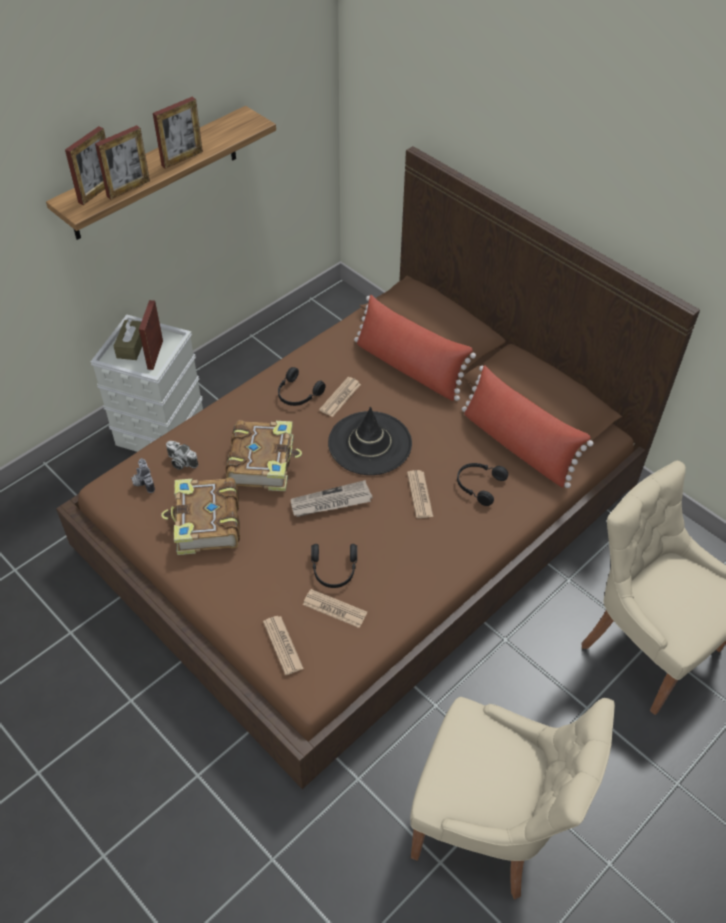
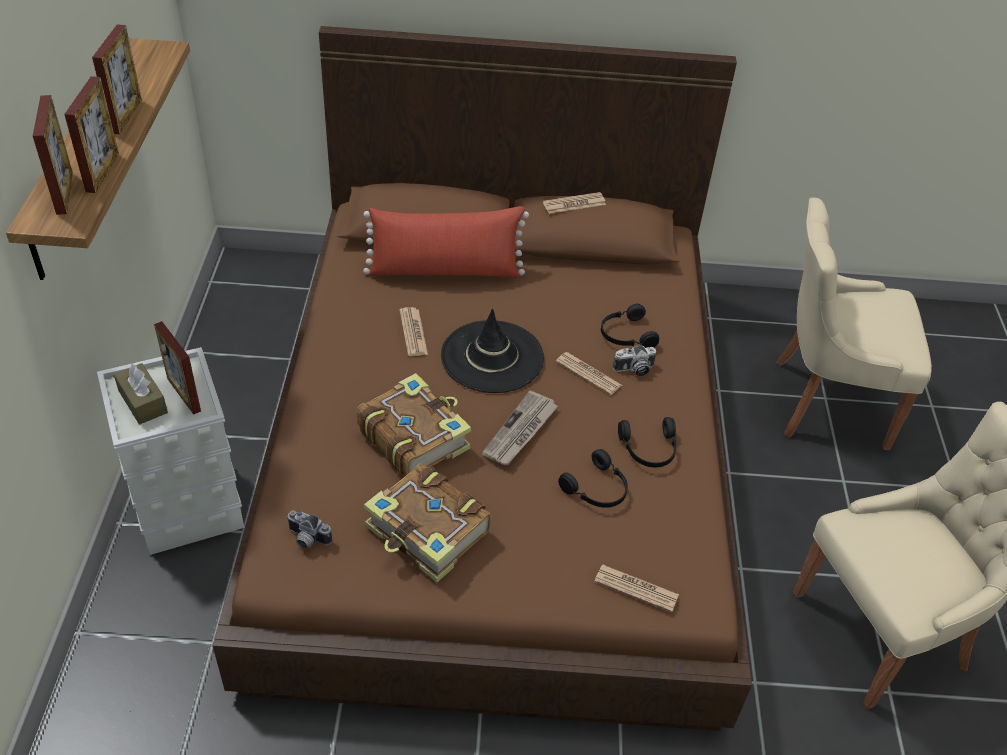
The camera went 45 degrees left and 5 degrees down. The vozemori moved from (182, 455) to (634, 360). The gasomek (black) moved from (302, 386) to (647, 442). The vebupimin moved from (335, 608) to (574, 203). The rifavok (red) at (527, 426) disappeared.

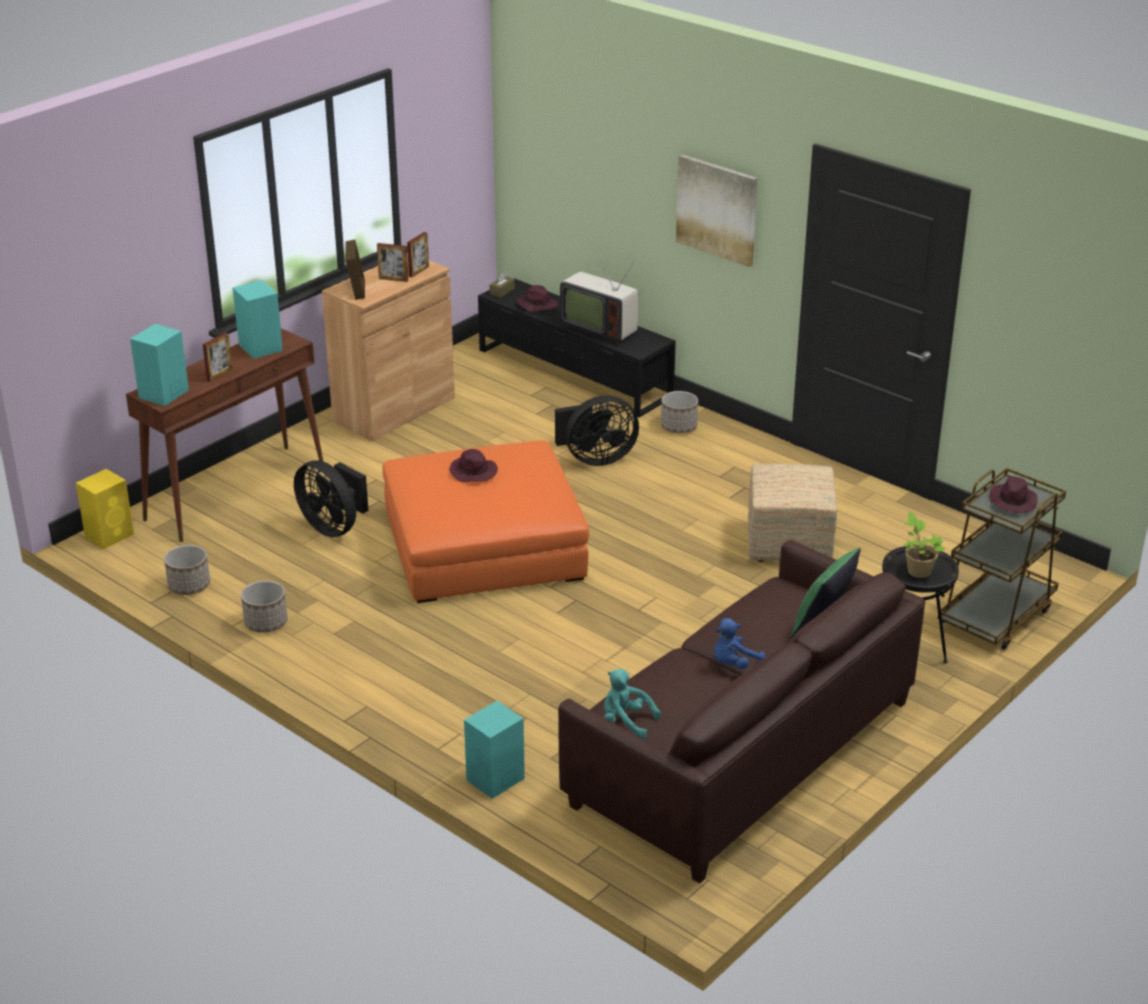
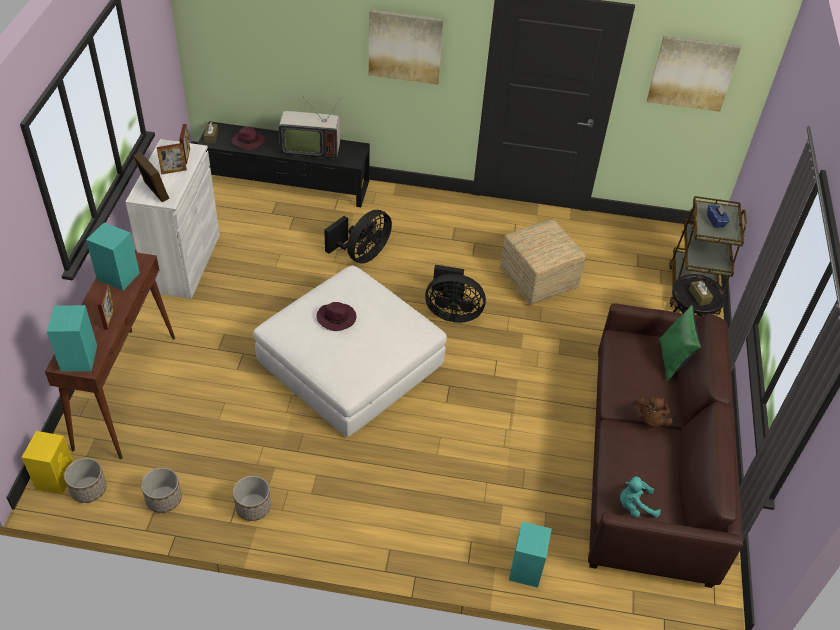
The camera went 35 degrees left and 15 degrees up. The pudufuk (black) moved from (331, 498) to (455, 294). The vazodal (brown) at (388, 347) became the vazodal (white) at (172, 219). The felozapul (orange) at (485, 521) became the felozapul (white) at (350, 351). The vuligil moved from (679, 412) to (85, 480). The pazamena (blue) at (740, 643) became the pazamena (brown) at (655, 412). The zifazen at (924, 545) was replaced by the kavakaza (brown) at (701, 293). The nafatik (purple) at (1013, 494) was replaced by the kavakaza (blue) at (718, 216). The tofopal at (694, 74) appeared.

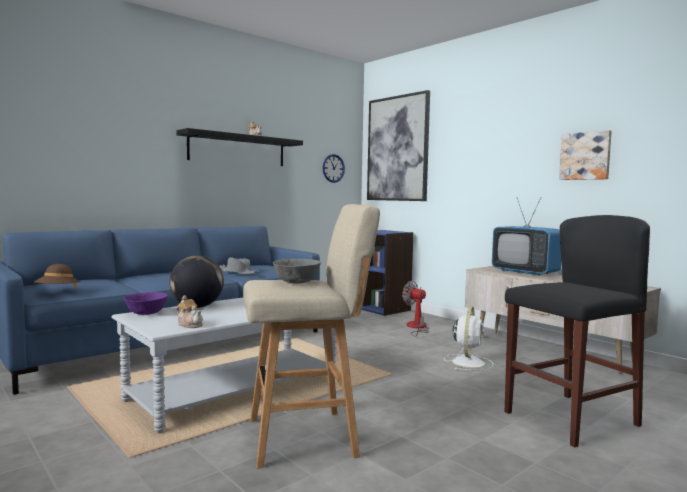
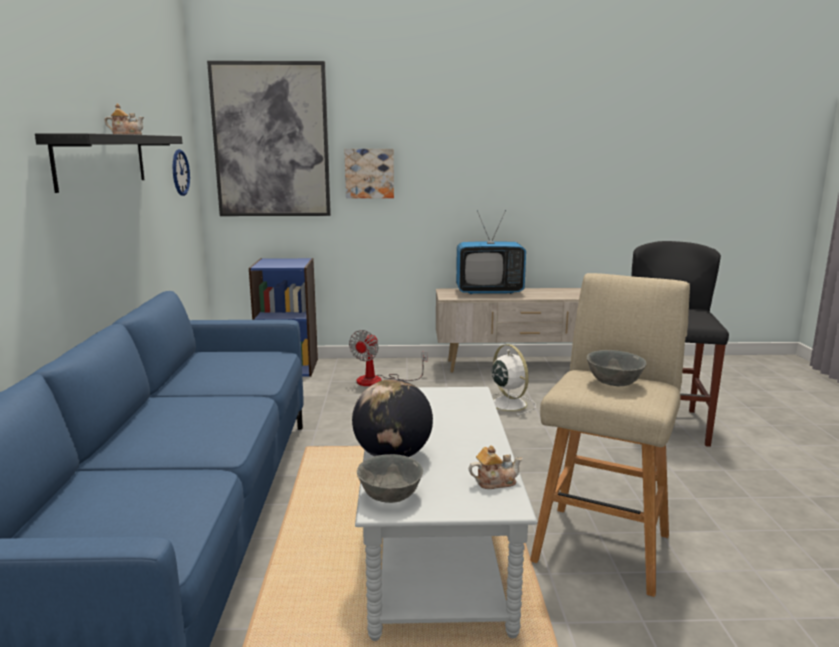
The camera went 50 degrees left and 10 degrees up. The nafatik (brown) at (57, 276) disappeared. The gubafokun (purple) at (146, 303) became the gubafokun (grey) at (390, 478). The nafatik (grey) at (239, 265) disappeared. The pudufuk at (415, 308) turned 60 degrees counterclockwise. The tofopal moved from (585, 155) to (369, 173).

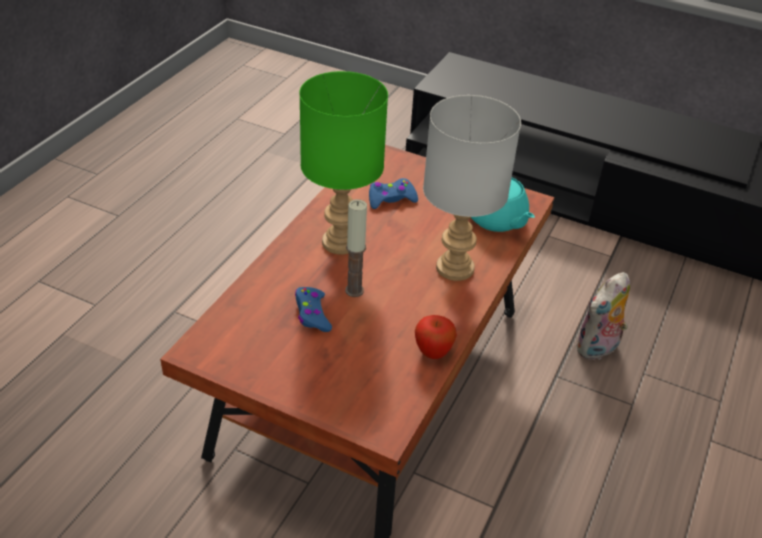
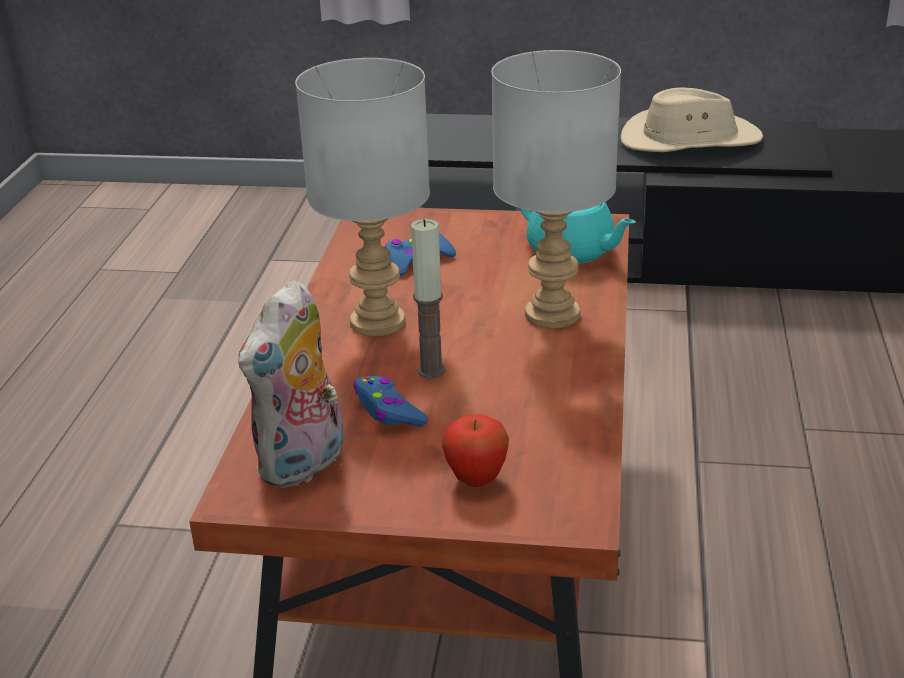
The camera went 15 degrees left and 10 degrees down. The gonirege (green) at (343, 163) became the gonirege (grey) at (362, 197). The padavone moved from (436, 337) to (475, 450). The pazamena moved from (602, 316) to (291, 384). The nafatik (beige) at (692, 119) appeared.

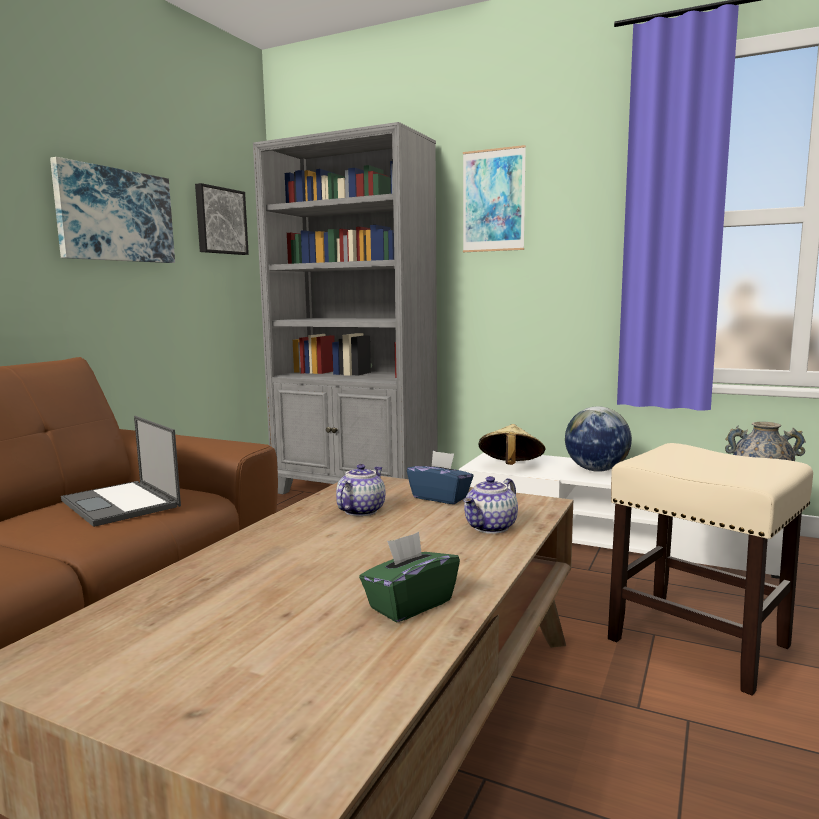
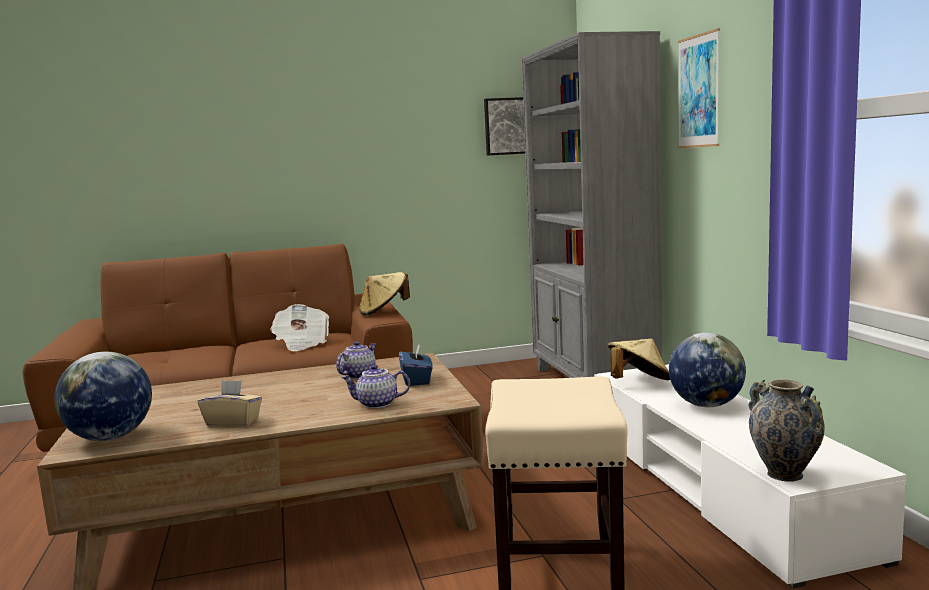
The camera went 50 degrees right and 0 degrees up. The tofopal at (112, 210) disappeared. The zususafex at (121, 471) was replaced by the vebupimin at (299, 327). The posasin at (360, 490) turned 45 degrees counterclockwise. The kavakaza (green) at (409, 577) became the kavakaza (beige) at (230, 403). The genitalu at (103, 396) appeared. The nafatik (beige) at (384, 294) appeared.

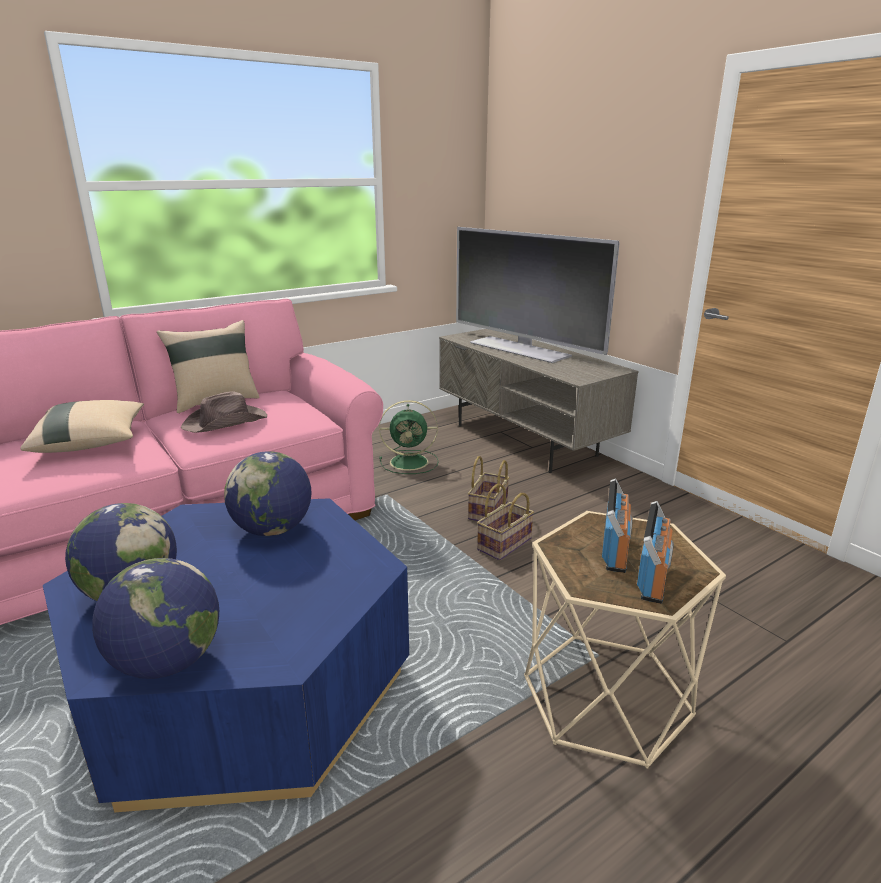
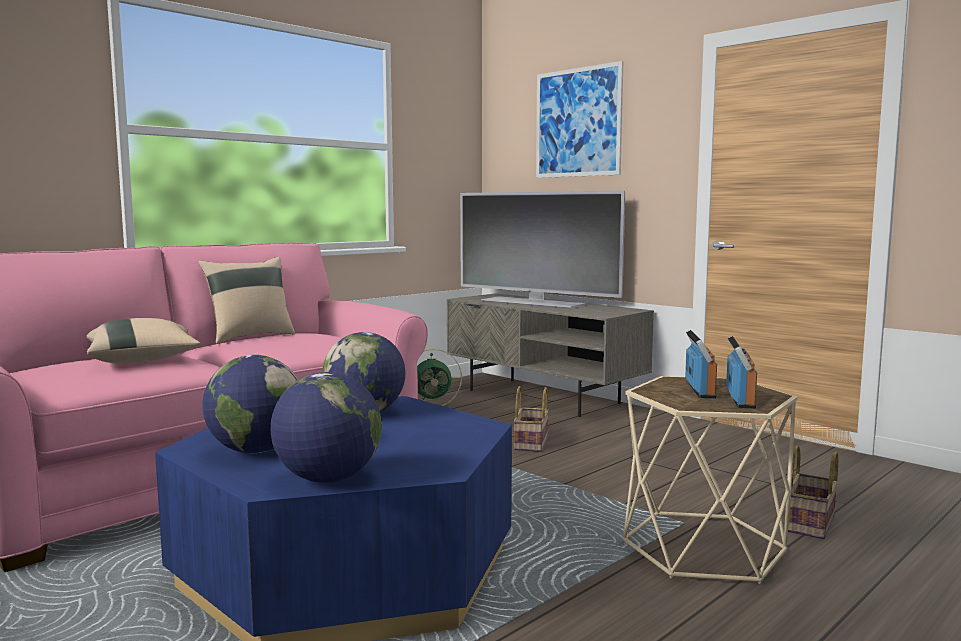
The camera went 10 degrees left and 15 degrees down. The nafatik (brown) at (224, 412) disappeared. The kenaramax moved from (505, 522) to (813, 492). The tofopal at (579, 119) appeared.

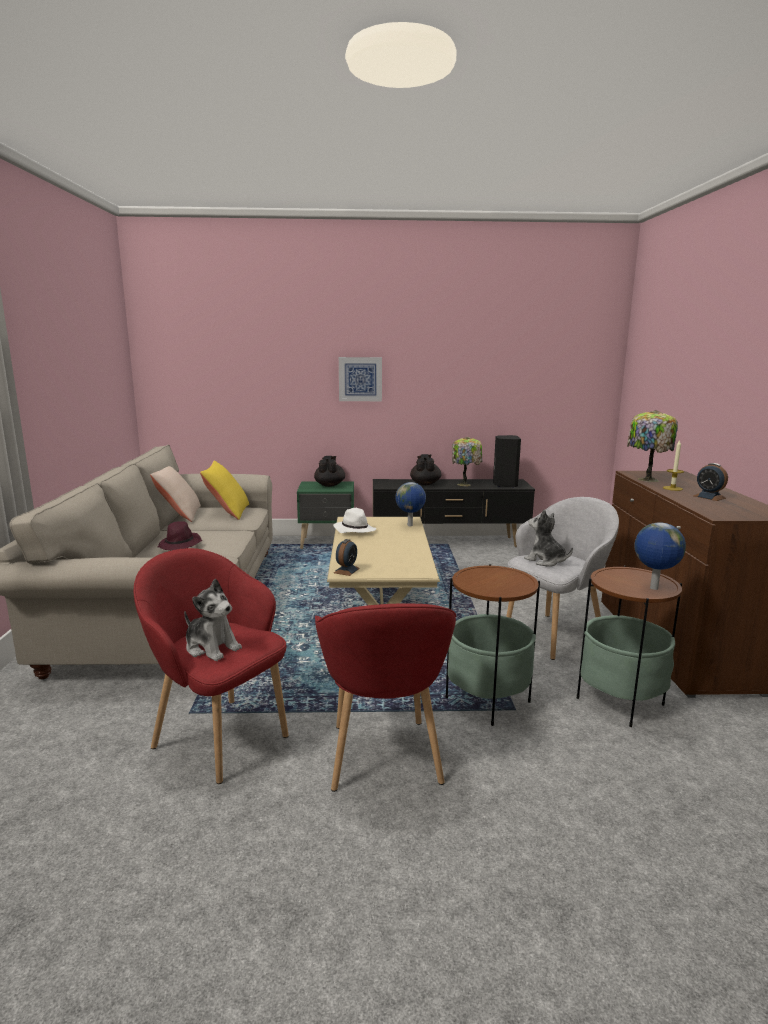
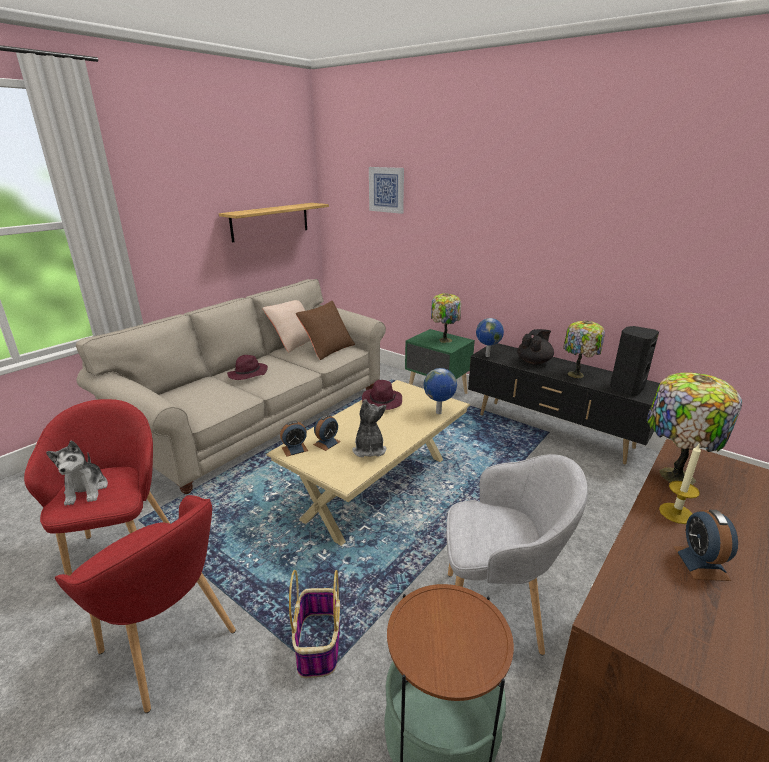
The camera went 40 degrees right and 10 degrees up. The rifavok (yellow) at (224, 490) became the rifavok (brown) at (325, 330). The posasin (black) at (329, 471) was replaced by the gonirege at (446, 318). The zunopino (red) at (385, 698) turned 90 degrees counterclockwise. The nafatik (white) at (354, 520) became the nafatik (purple) at (382, 395). The tofopal moved from (360, 379) to (386, 190). The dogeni at (492, 645) was replaced by the kenaramax at (314, 624). The pazamena moved from (548, 538) to (369, 428). The genitalu moved from (660, 556) to (490, 337). The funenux at (274, 223) appeared. The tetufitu at (327, 433) appeared.

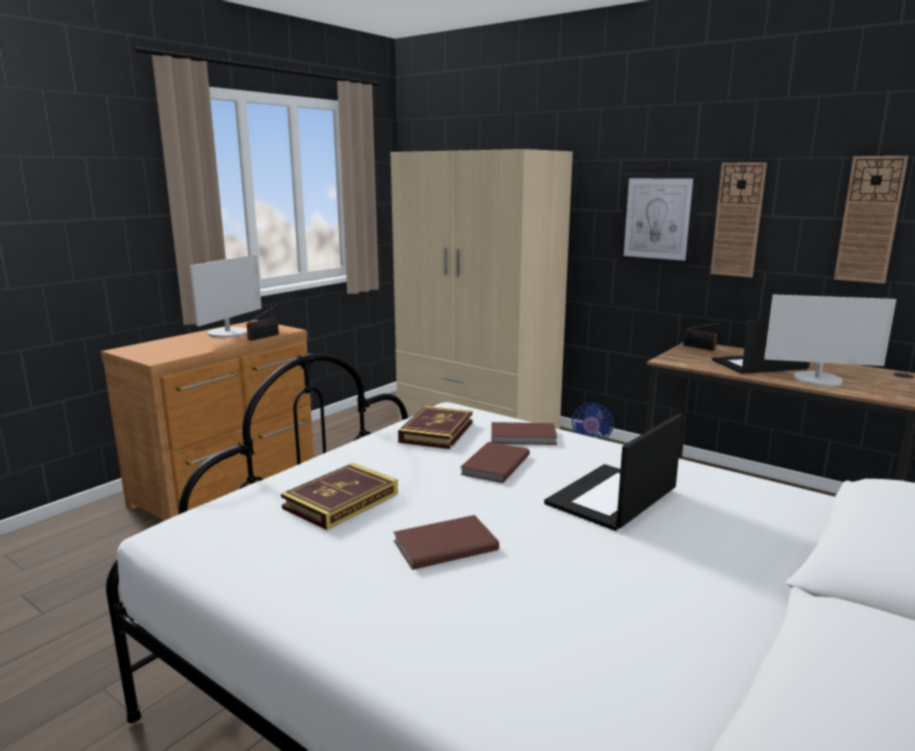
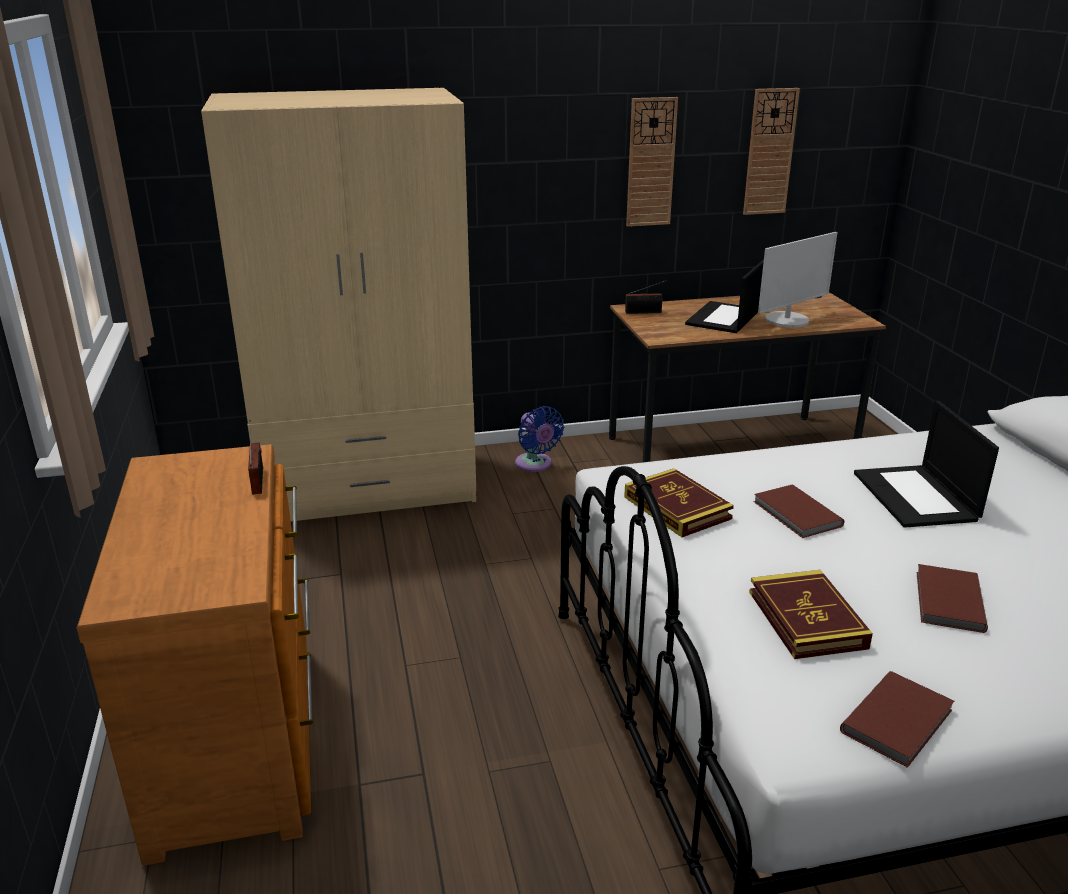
The camera went 50 degrees left and 10 degrees up. The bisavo at (226, 296) disappeared. The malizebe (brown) moved from (524, 433) to (897, 719). The tofopal at (659, 219) disappeared.

